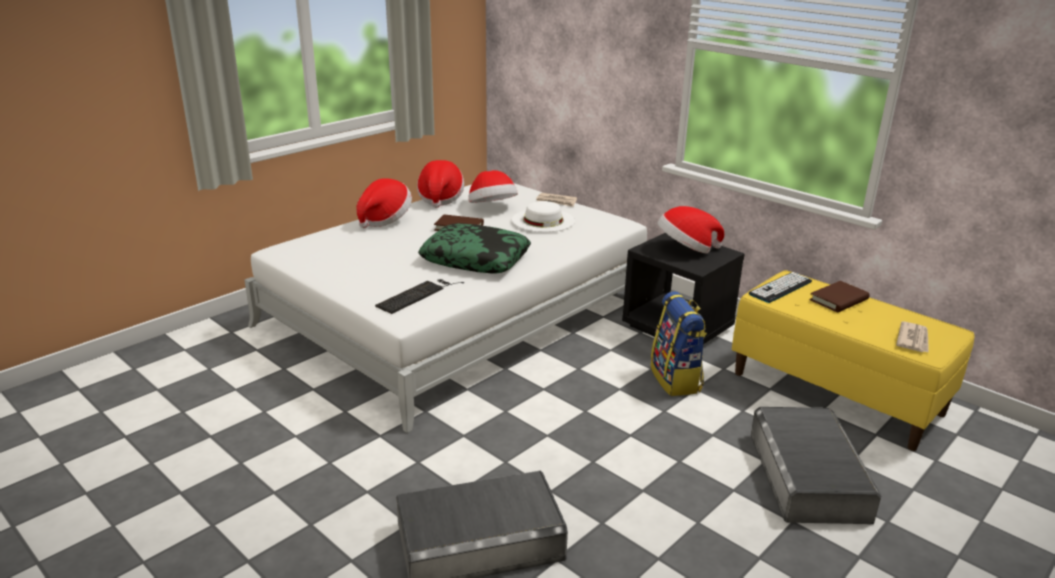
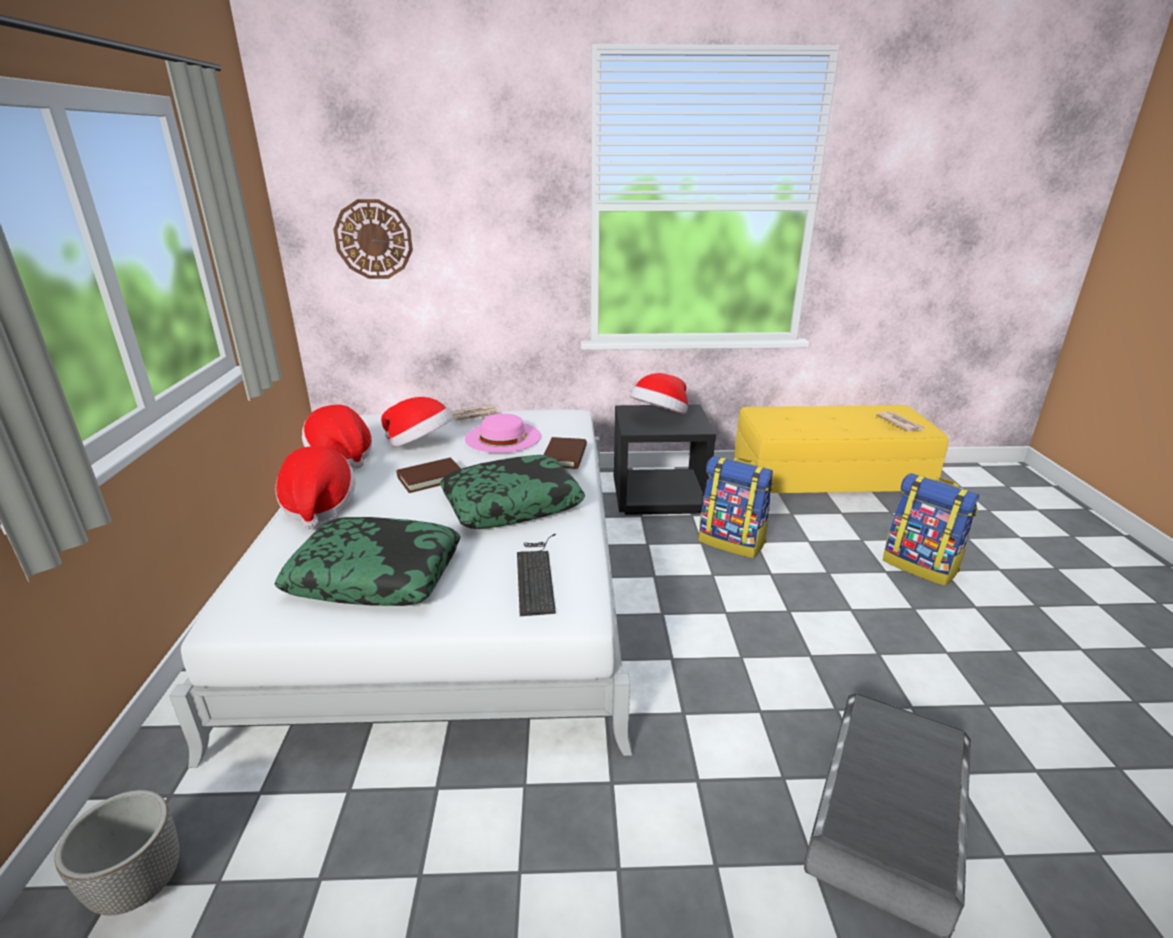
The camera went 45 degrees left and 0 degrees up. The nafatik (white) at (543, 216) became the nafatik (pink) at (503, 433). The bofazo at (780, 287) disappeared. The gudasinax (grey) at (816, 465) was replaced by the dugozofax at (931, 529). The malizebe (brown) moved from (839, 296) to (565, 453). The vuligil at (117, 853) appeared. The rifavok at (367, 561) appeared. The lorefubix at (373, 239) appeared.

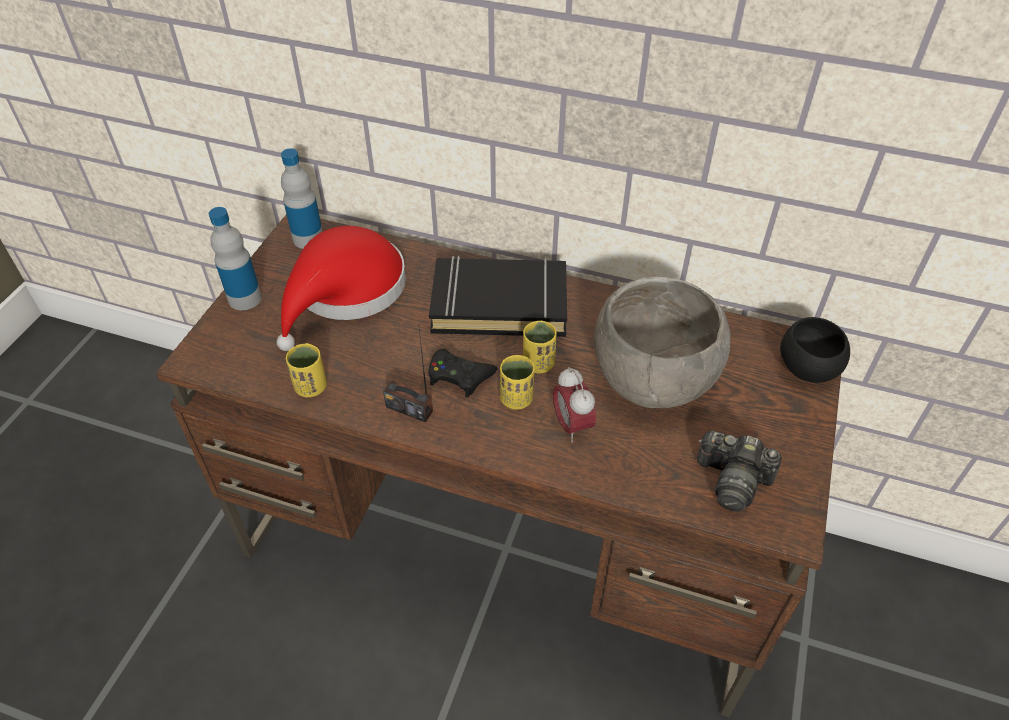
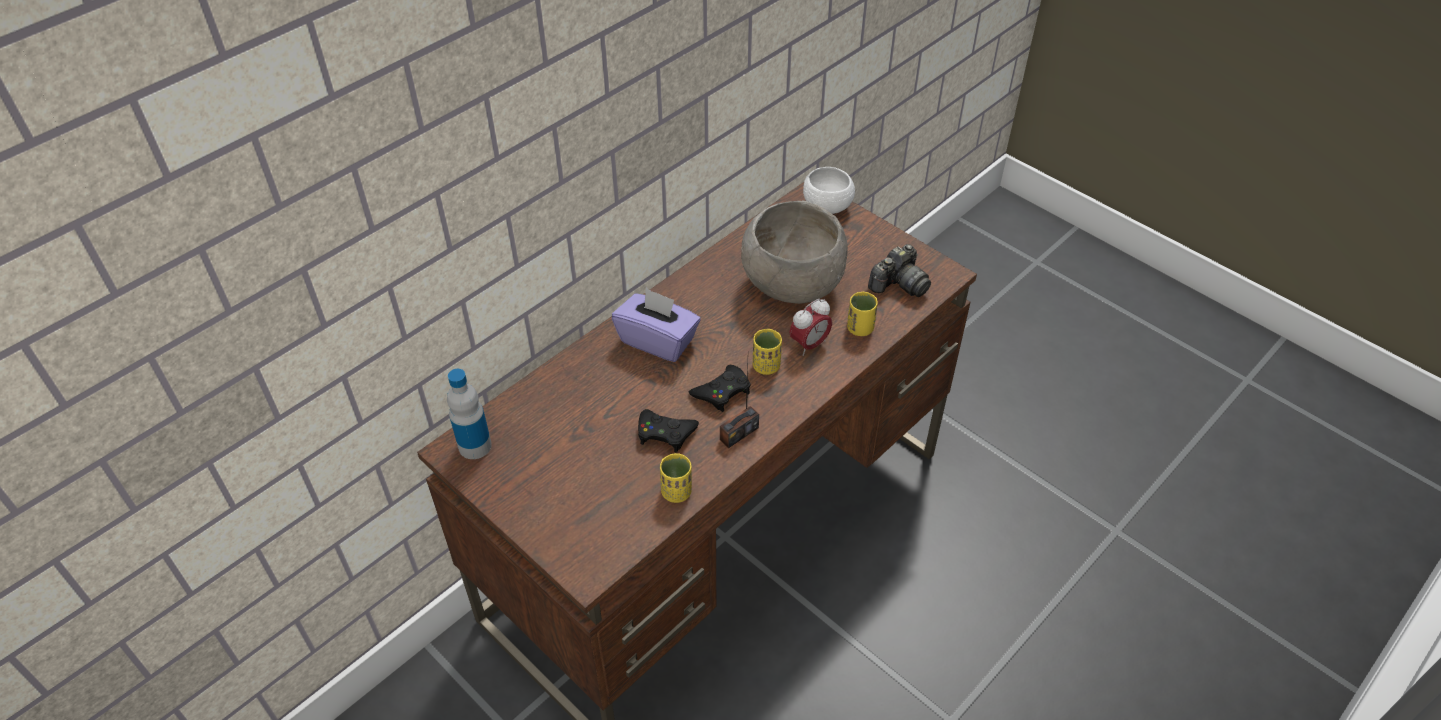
The camera went 65 degrees left and 0 degrees up. The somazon at (235, 258) disappeared. The nafatik (red) at (341, 288) disappeared. The malizebe (black) at (498, 296) was replaced by the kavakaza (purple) at (656, 325). The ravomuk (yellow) moved from (540, 347) to (862, 314). The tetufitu at (574, 404) turned 45 degrees counterclockwise. The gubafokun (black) at (815, 350) became the gubafokun (white) at (829, 190). The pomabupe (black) at (668, 431) appeared.

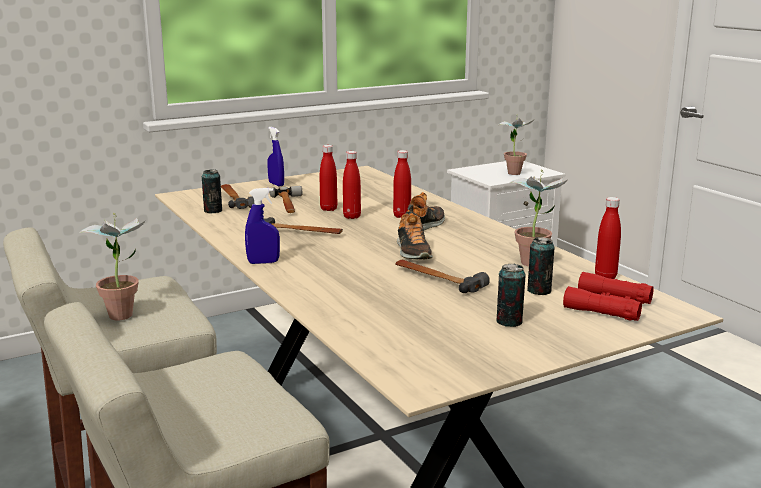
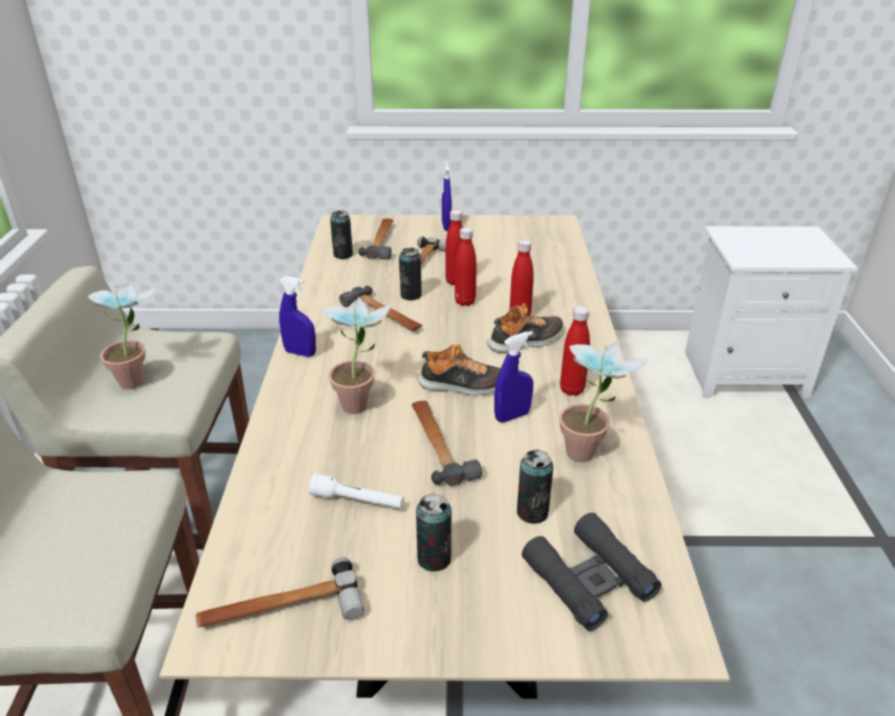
The camera went 30 degrees right and 15 degrees up. The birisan at (415, 236) turned 105 degrees counterclockwise. The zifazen moved from (517, 145) to (355, 355). The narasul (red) at (608, 296) became the narasul (black) at (591, 572). The somazon (red) moved from (608, 238) to (575, 351). The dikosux at (280, 592) appeared. The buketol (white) at (356, 491) appeared. The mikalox at (410, 274) appeared. The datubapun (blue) at (513, 376) appeared.

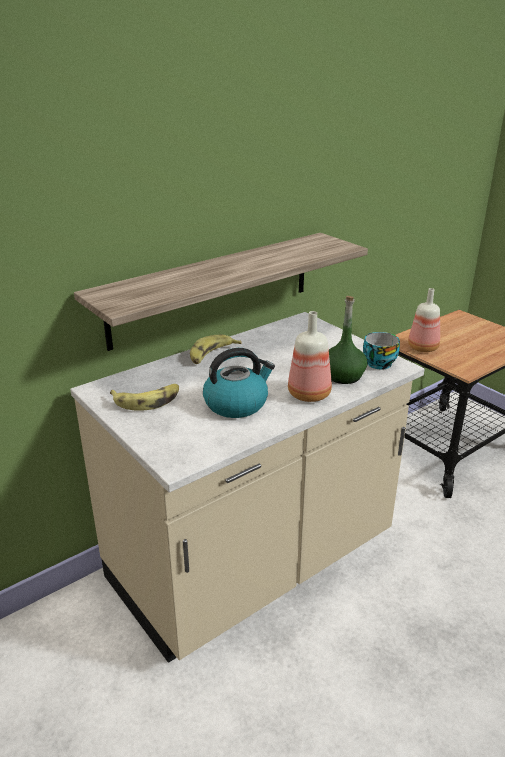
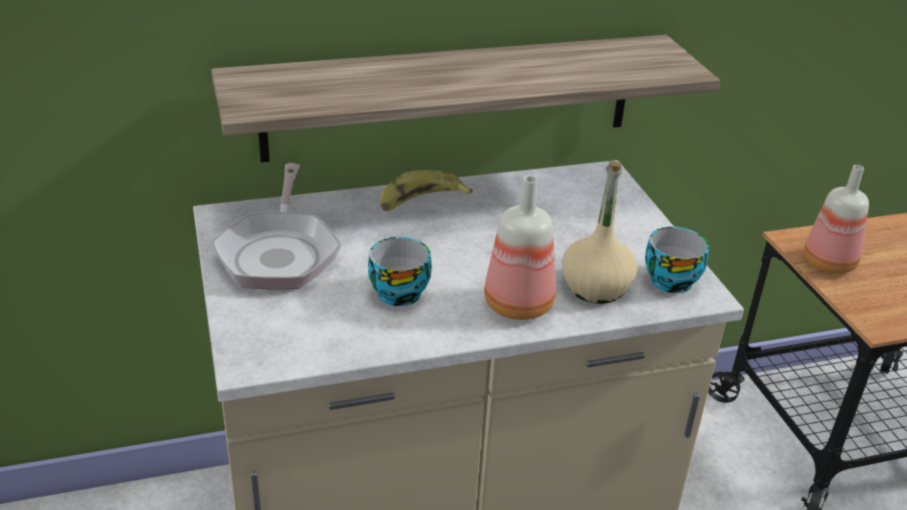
The camera went 20 degrees right and 5 degrees up. The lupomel at (144, 397) was replaced by the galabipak at (276, 226). The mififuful at (239, 383) was replaced by the ravomuk at (400, 271). The somazon (green) at (348, 340) became the somazon (beige) at (599, 232).

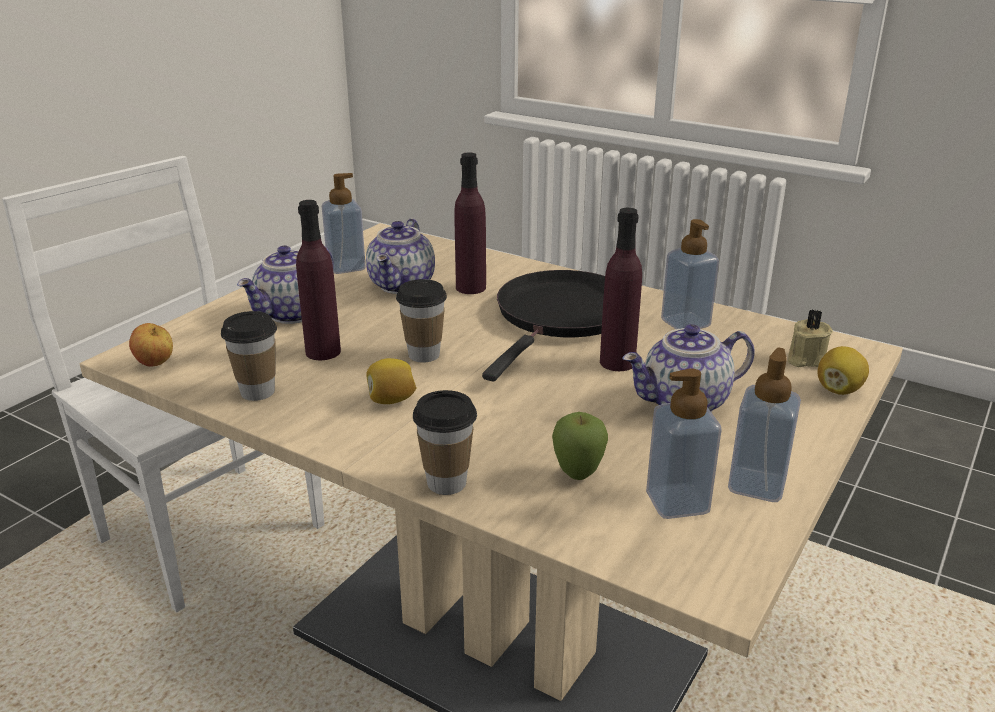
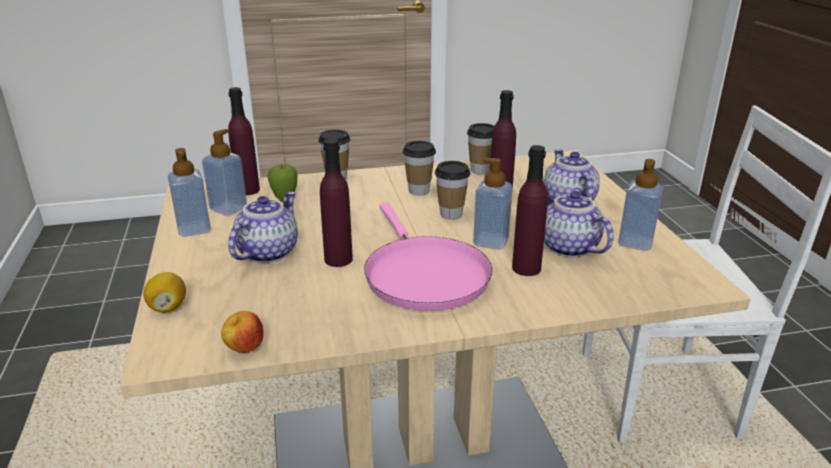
The camera went 135 degrees right and 0 degrees up. The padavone moved from (151, 345) to (242, 332). The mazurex at (392, 381) was replaced by the ravomuk at (419, 168). The galabipak (black) at (543, 326) became the galabipak (pink) at (428, 256). The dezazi moved from (690, 274) to (493, 204). The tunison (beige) at (810, 338) disappeared. The somazon (purple) at (244, 141) appeared.

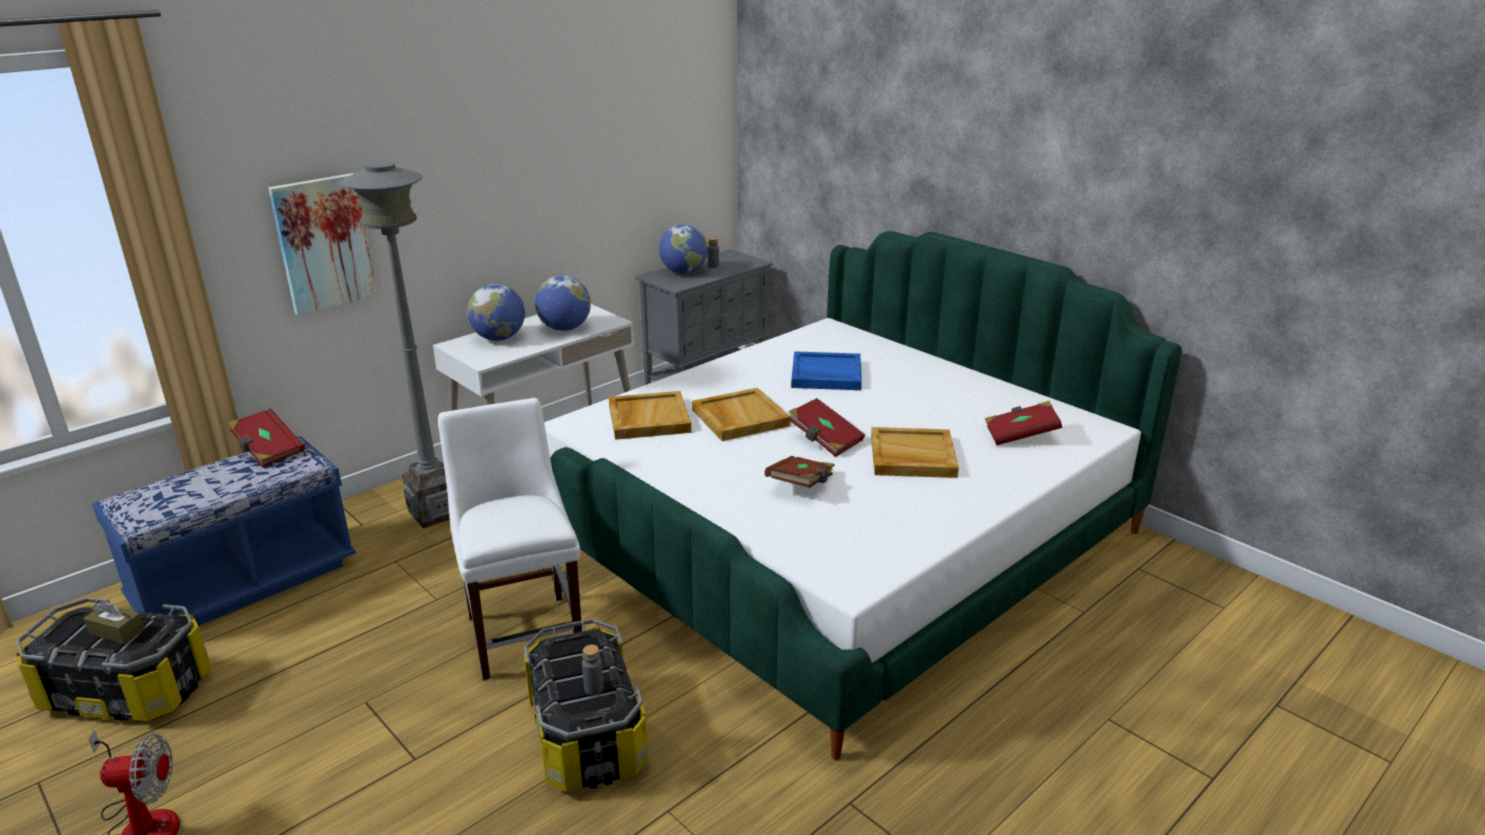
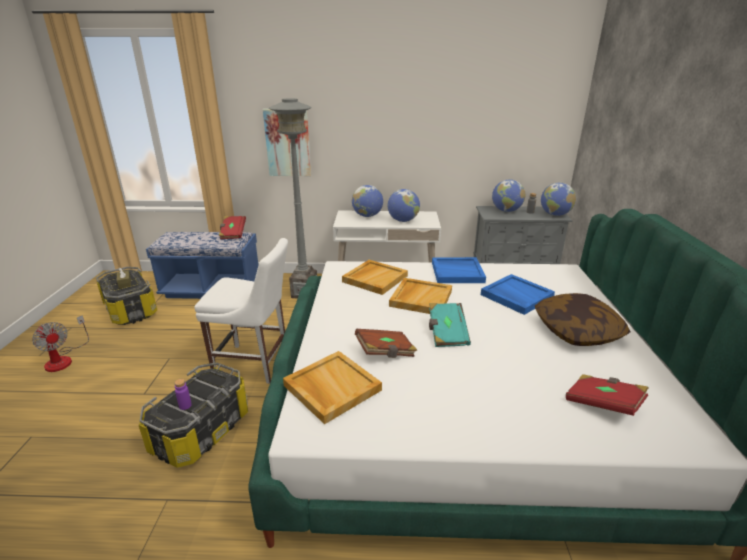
The camera went 45 degrees right and 0 degrees up. The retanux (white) at (510, 539) turned 75 degrees clockwise. The somazon (grey) at (593, 670) became the somazon (purple) at (183, 394). The malizebe (red) at (826, 427) became the malizebe (turquoise) at (450, 325). The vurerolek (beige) moved from (915, 452) to (332, 387). The vurerolek (blue) at (459, 270) appeared. The rifavok at (582, 319) appeared. The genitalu at (558, 199) appeared.

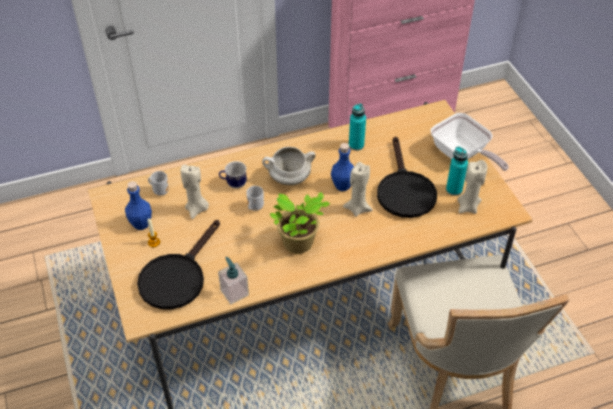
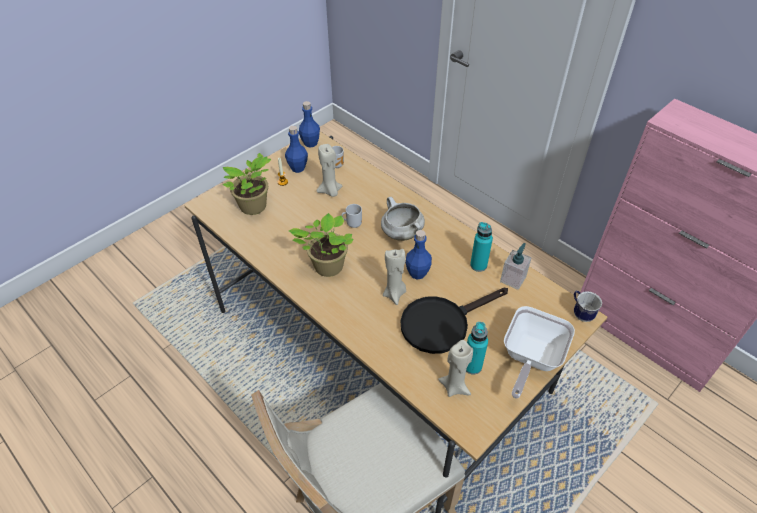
The camera went 65 degrees right and 0 degrees up. The galabipak (black) at (178, 264) was replaced by the zifazen at (246, 184). The dezazi moved from (233, 280) to (515, 266). The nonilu moved from (233, 175) to (588, 306). The somazon (blue) at (309, 124) appeared.

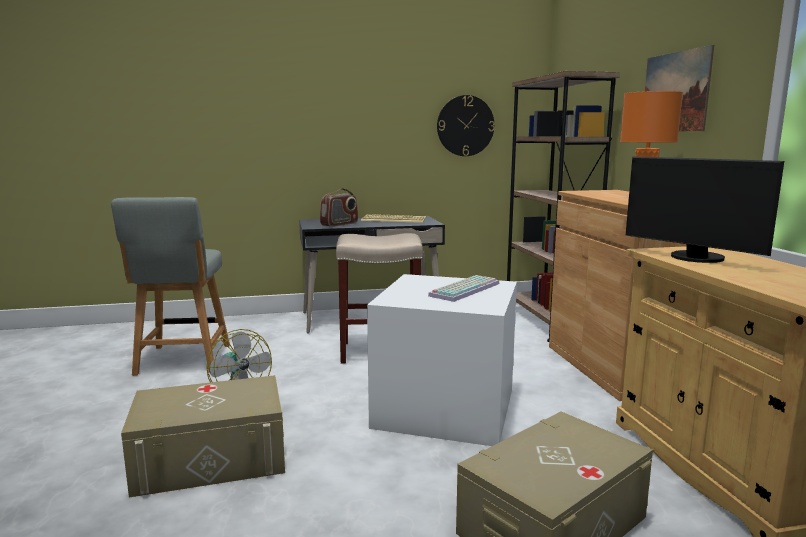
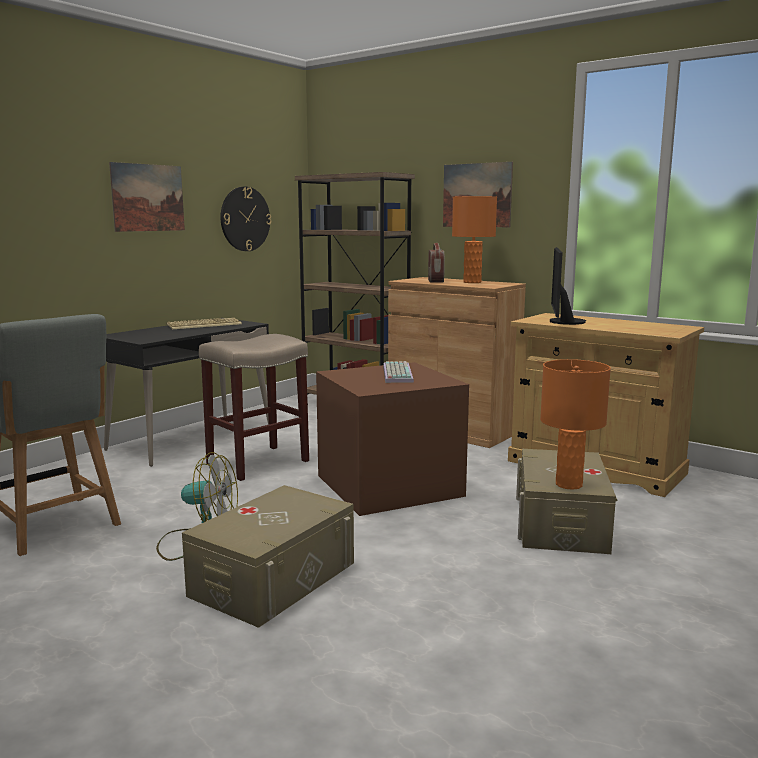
The camera went 40 degrees left and 0 degrees up. The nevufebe moved from (339, 207) to (436, 262). The gudasinax (white) at (442, 360) became the gudasinax (brown) at (392, 439). The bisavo at (704, 209) turned 90 degrees clockwise. The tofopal at (147, 197) appeared. The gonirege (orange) at (575, 424) appeared.

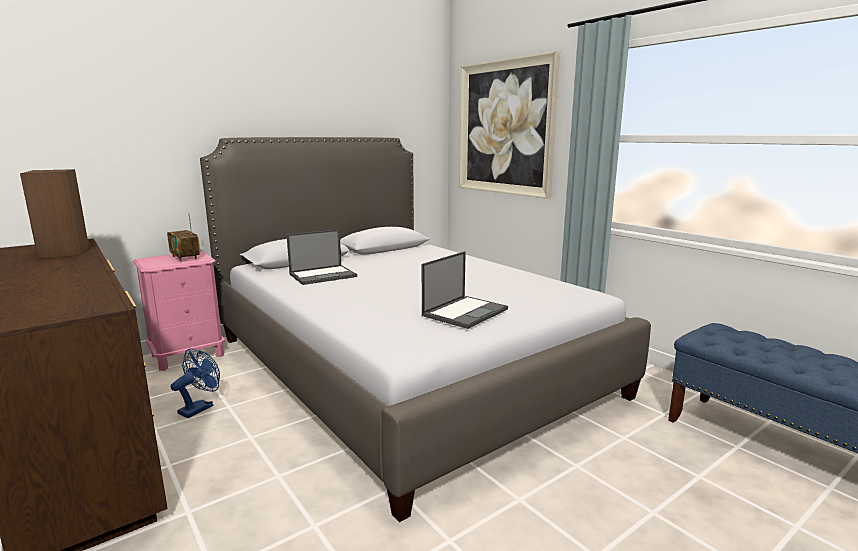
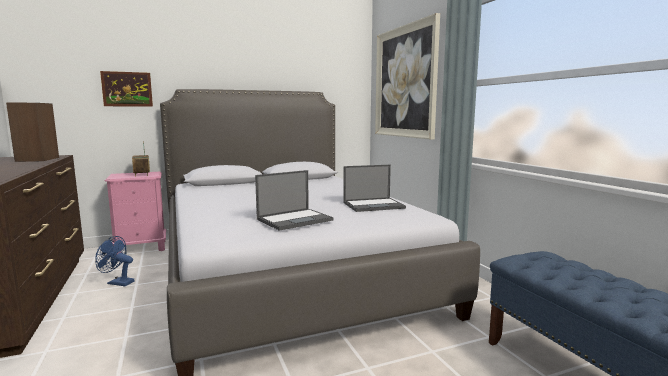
The camera went 15 degrees right and 5 degrees down. The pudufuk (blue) at (195, 383) turned 120 degrees counterclockwise. The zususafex moved from (321, 257) to (374, 188). The tofopal at (126, 89) appeared.

